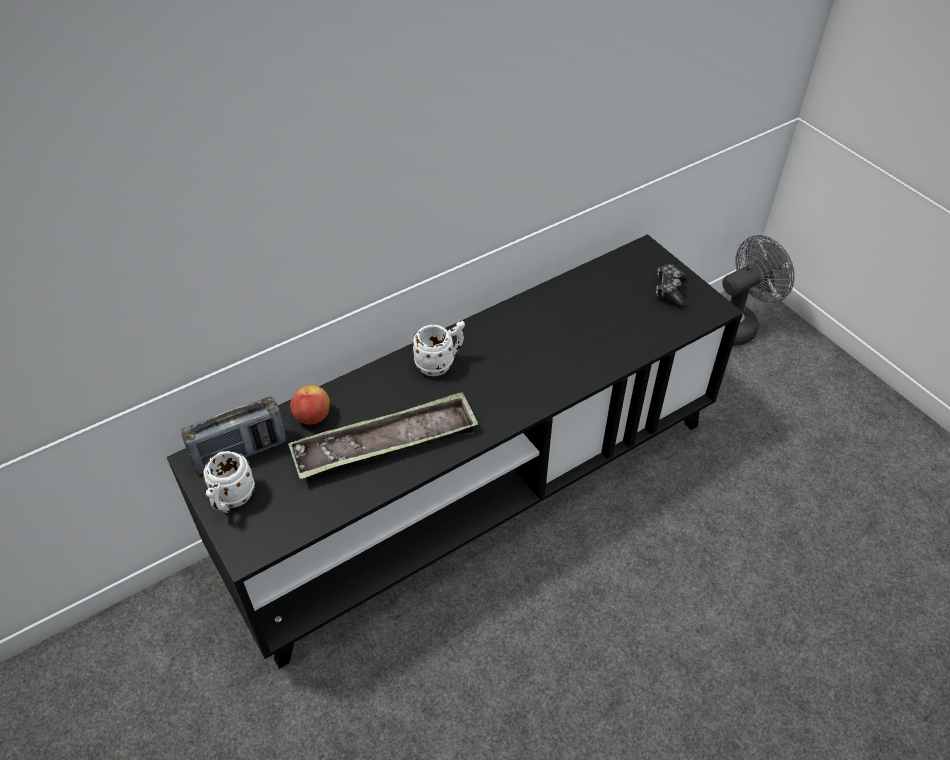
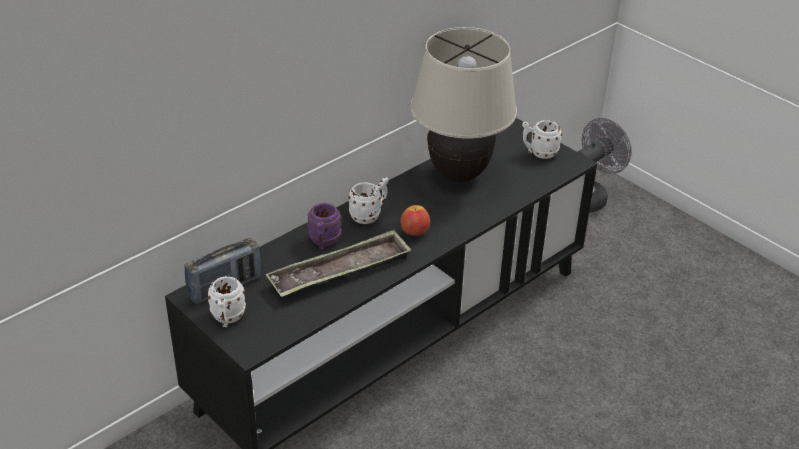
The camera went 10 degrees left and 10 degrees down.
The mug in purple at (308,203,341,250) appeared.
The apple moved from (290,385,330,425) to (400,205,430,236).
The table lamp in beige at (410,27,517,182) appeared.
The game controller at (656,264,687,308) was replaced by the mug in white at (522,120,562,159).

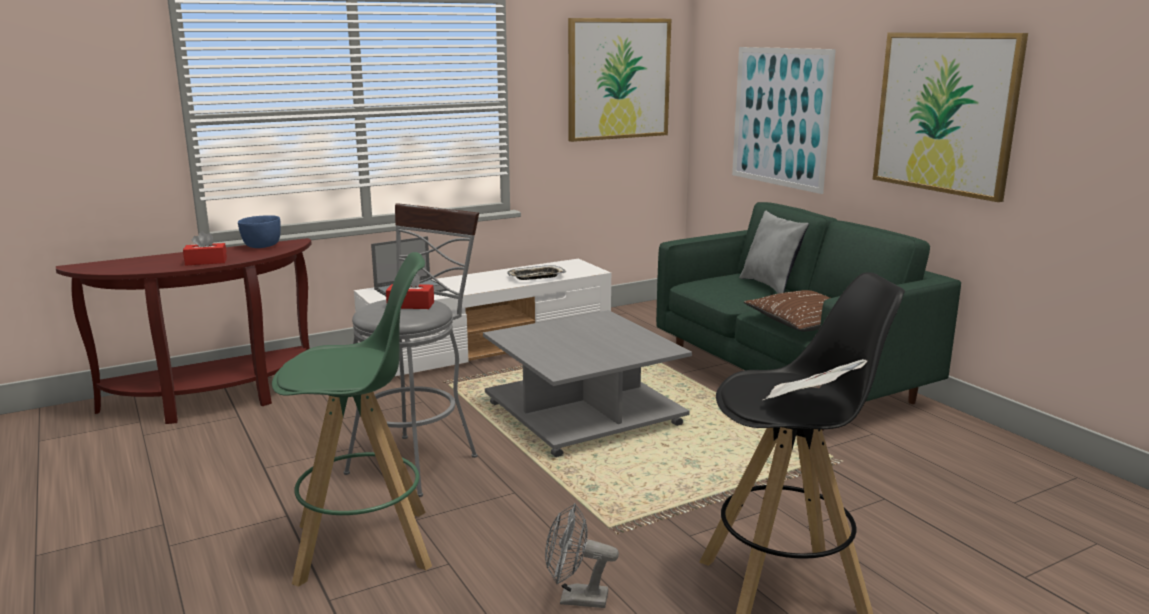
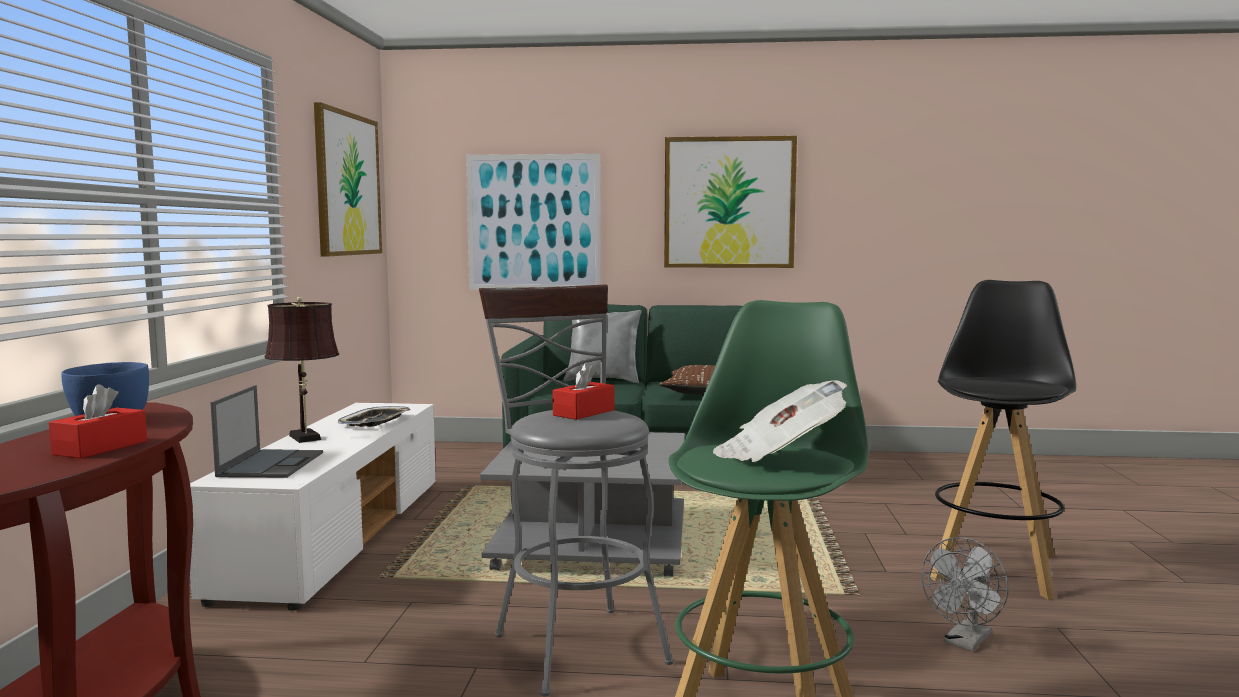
The camera went 55 degrees left and 10 degrees down.
The table lamp in brown at (265,297,339,443) appeared.
The newspaper moved from (763,359,867,400) to (713,380,847,462).

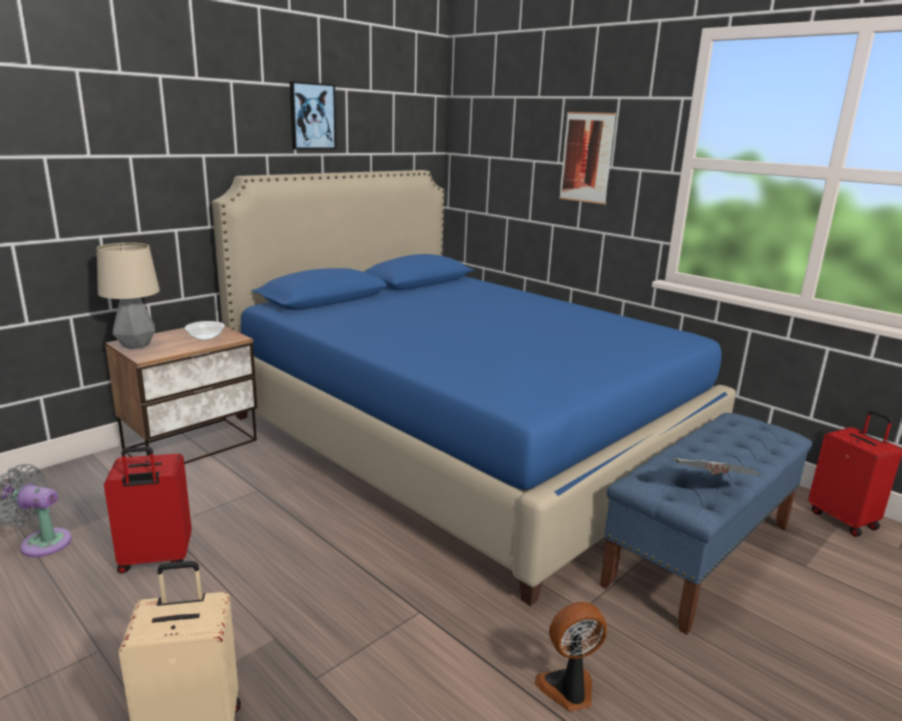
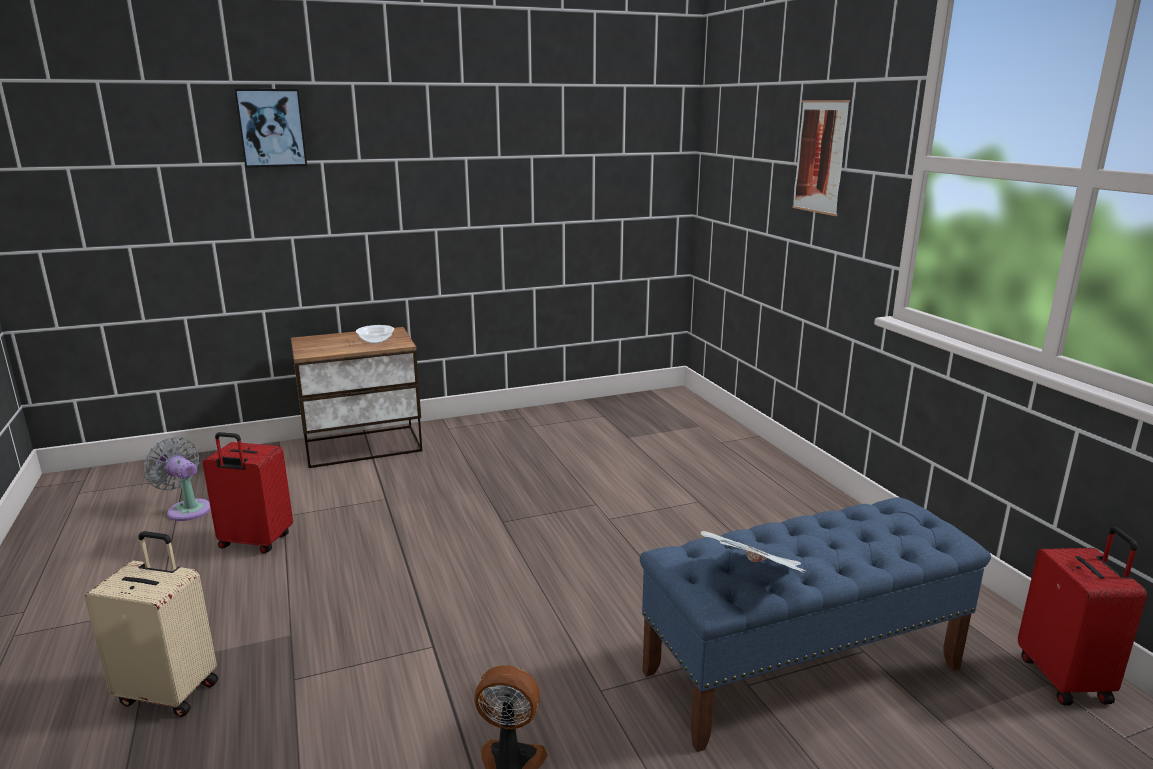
The camera went 25 degrees right and 0 degrees up.
The picture moved from (290,81,337,149) to (234,89,307,168).
The table lamp at (97,243,160,349) disappeared.
The bed in blue at (212,170,736,606) disappeared.

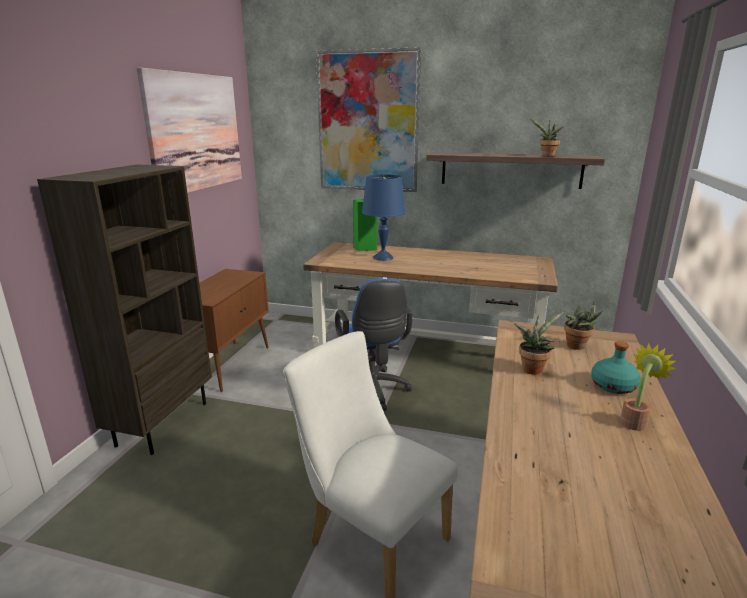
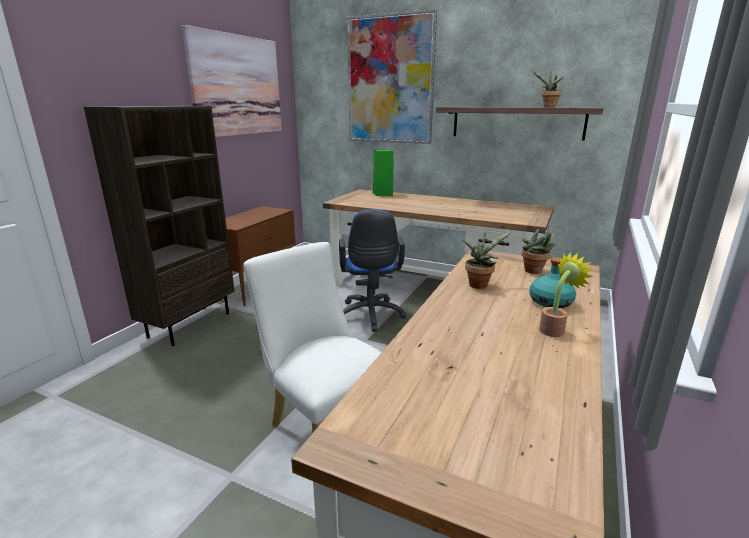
The camera went 10 degrees right and 0 degrees up.
The table lamp in blue at (362,174,405,261) disappeared.

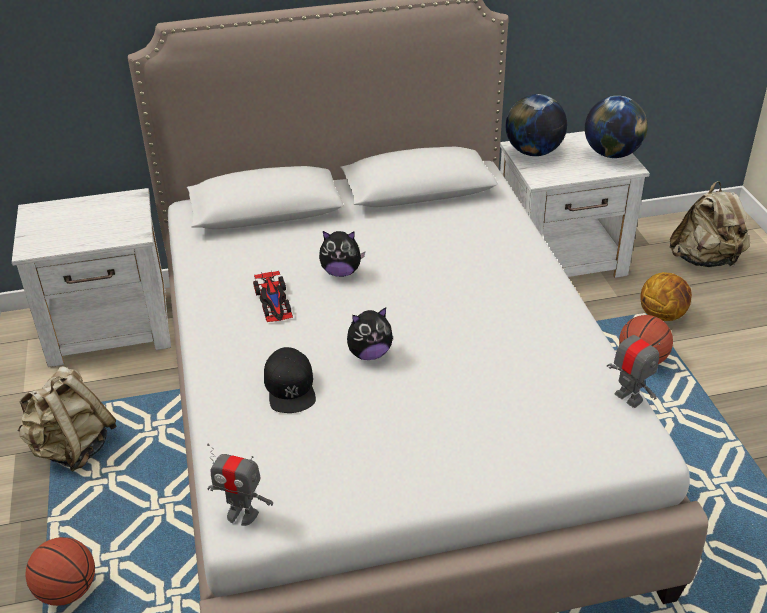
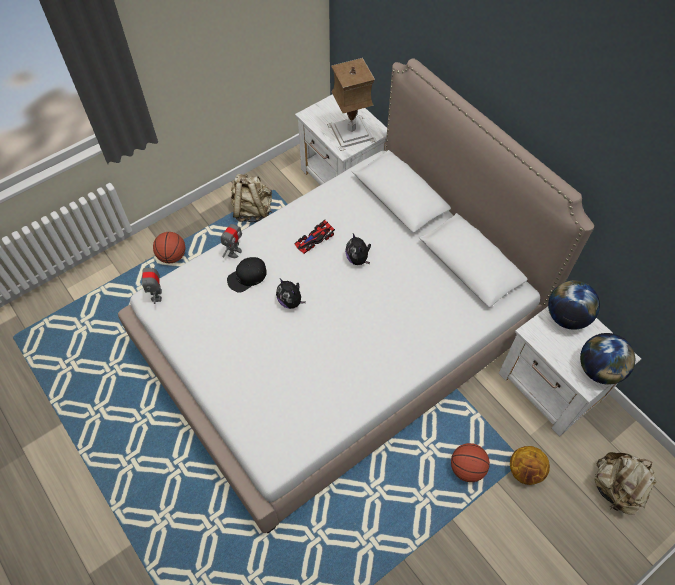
The camera went 65 degrees right and 20 degrees up.
The toy robot moved from (607,323,660,408) to (221,218,242,258).
The table lamp at (327,58,376,151) appeared.

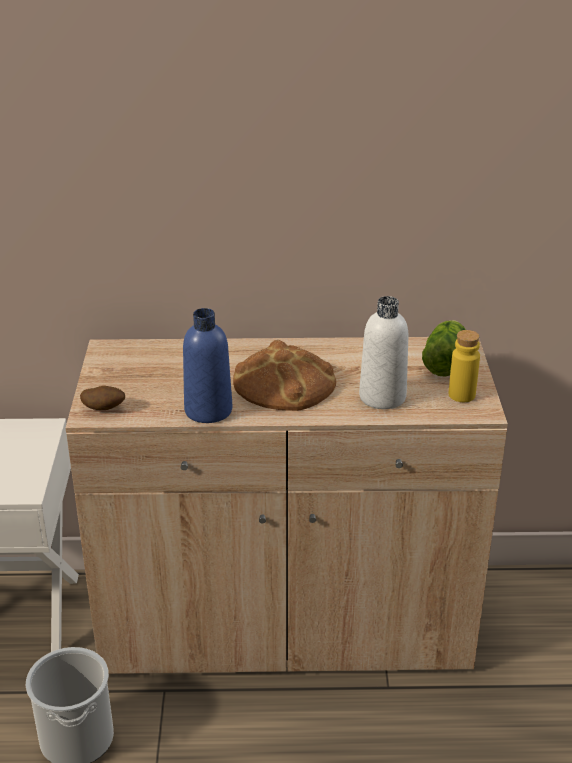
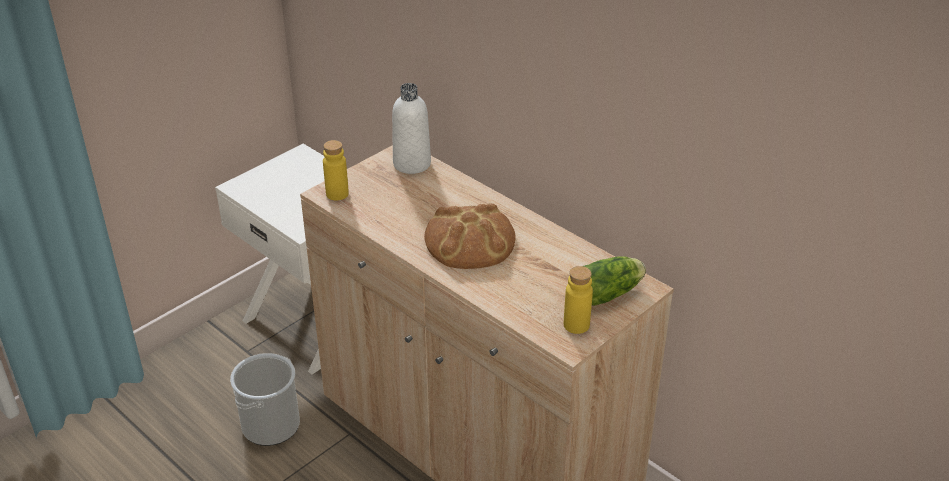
The camera went 45 degrees right and 5 degrees up.
The potato at (80,386,125,410) was replaced by the bottle in yellow at (323,140,349,201).
The bottle in white moved from (359,296,408,409) to (392,83,431,174).
The bottle in blue at (183,308,232,423) disappeared.

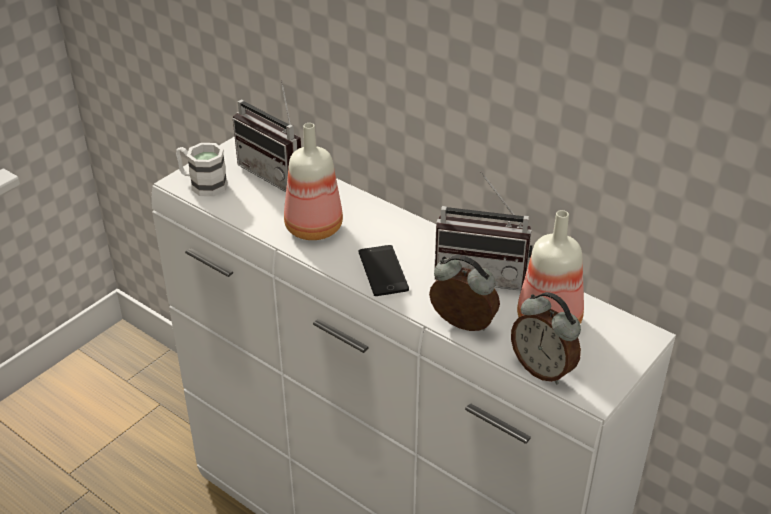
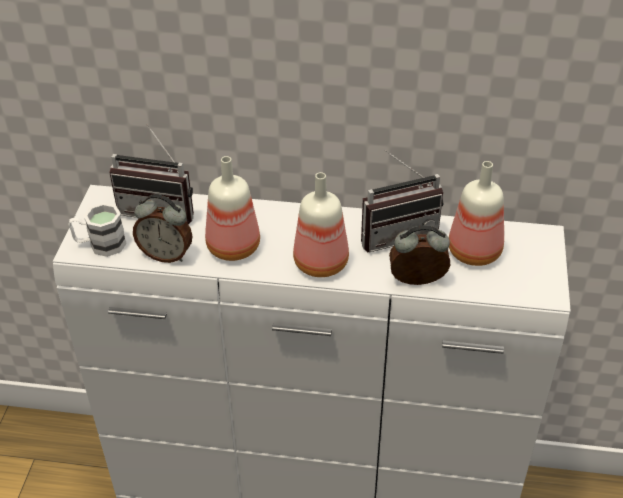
The camera went 30 degrees left and 5 degrees up.
The alarm clock moved from (511,292,581,384) to (133,194,192,263).
The phone at (359,245,409,296) was replaced by the bottle at (293,172,349,277).

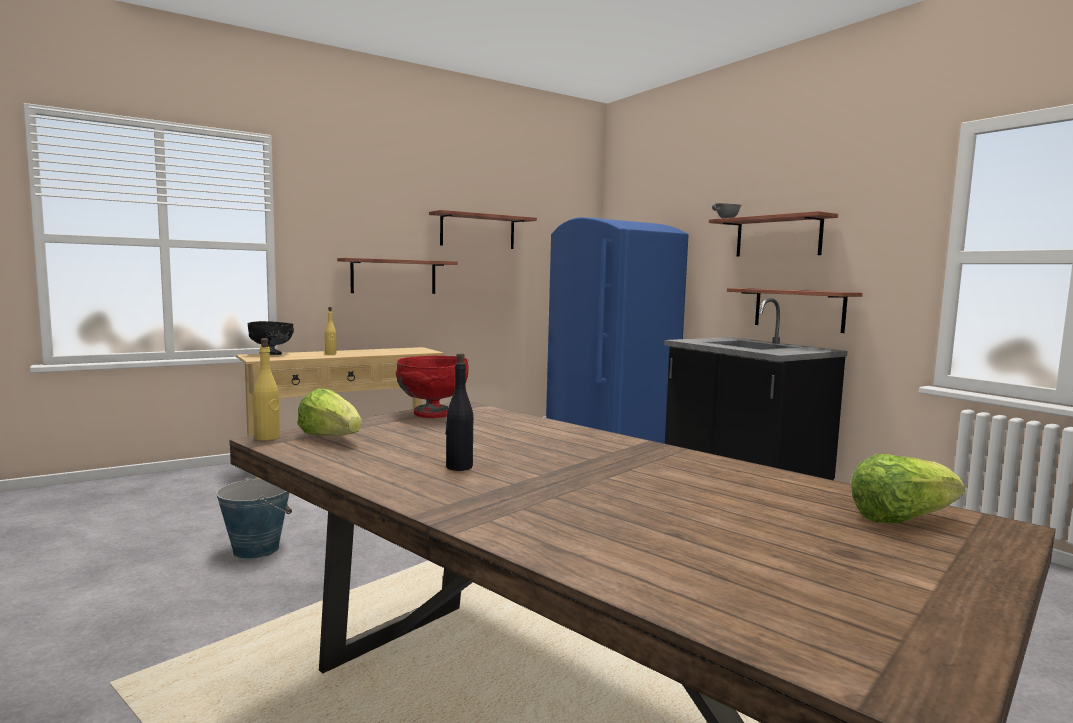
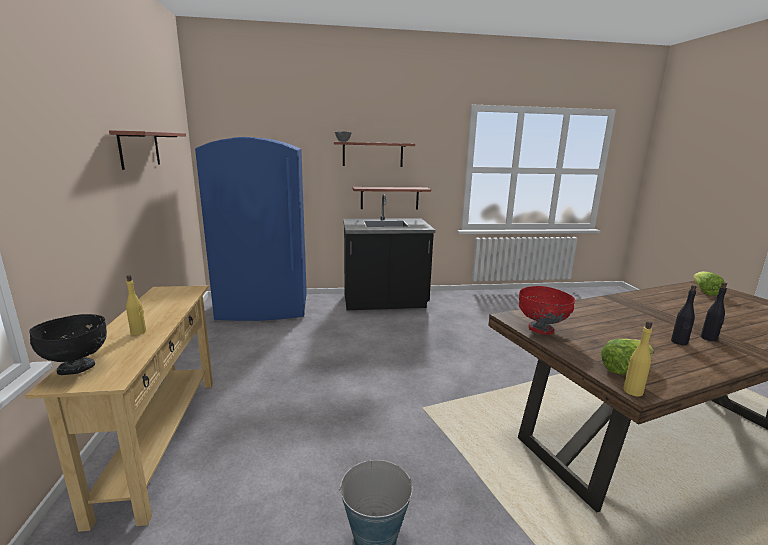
The camera went 65 degrees left and 10 degrees up.
The bottle in black at (701,282,727,341) appeared.
The shelf at (337,258,458,294) disappeared.

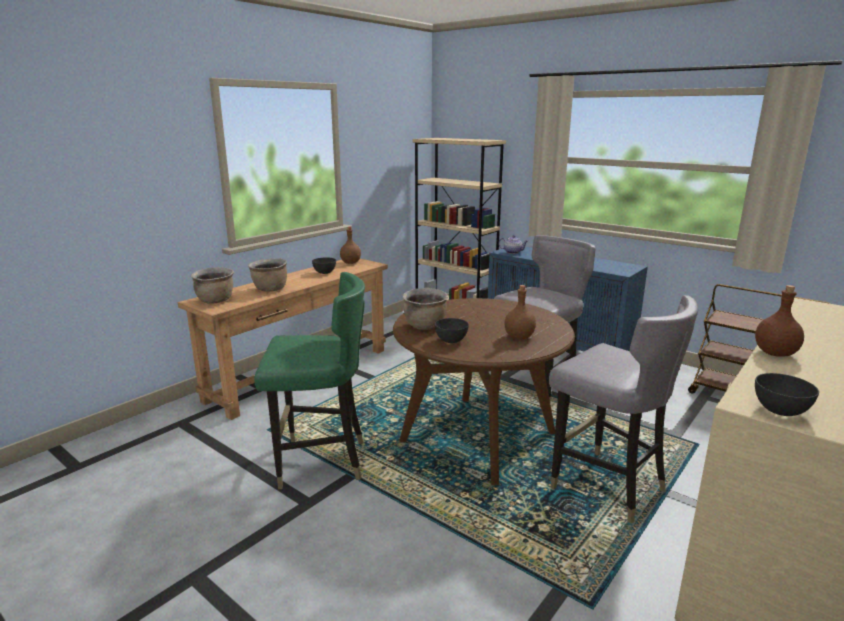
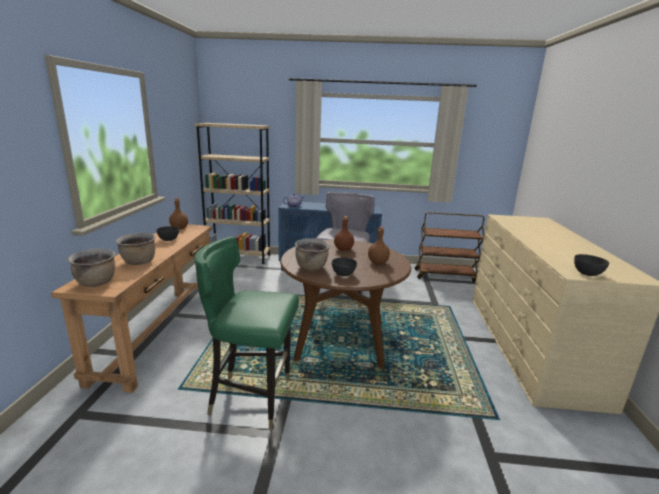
The camera went 35 degrees left and 0 degrees up.
The chair in green at (254,272,365,489) turned 135 degrees counterclockwise.
The bottle in brown moved from (755,285,804,357) to (334,216,354,251).
The chair in grey at (549,295,698,523) disappeared.

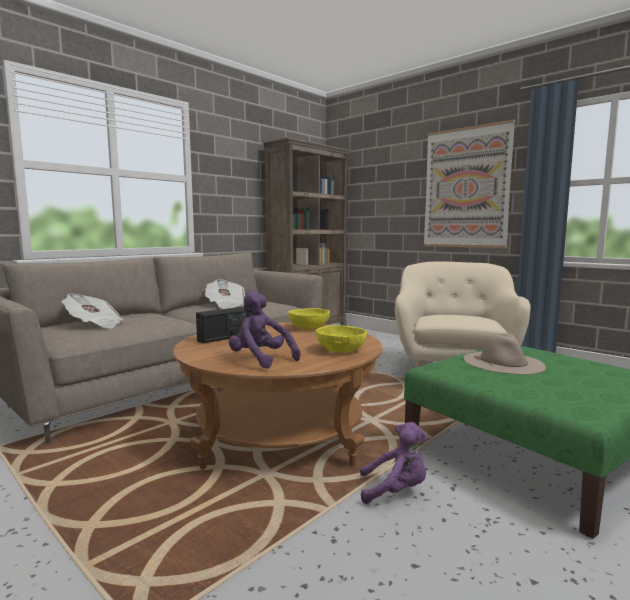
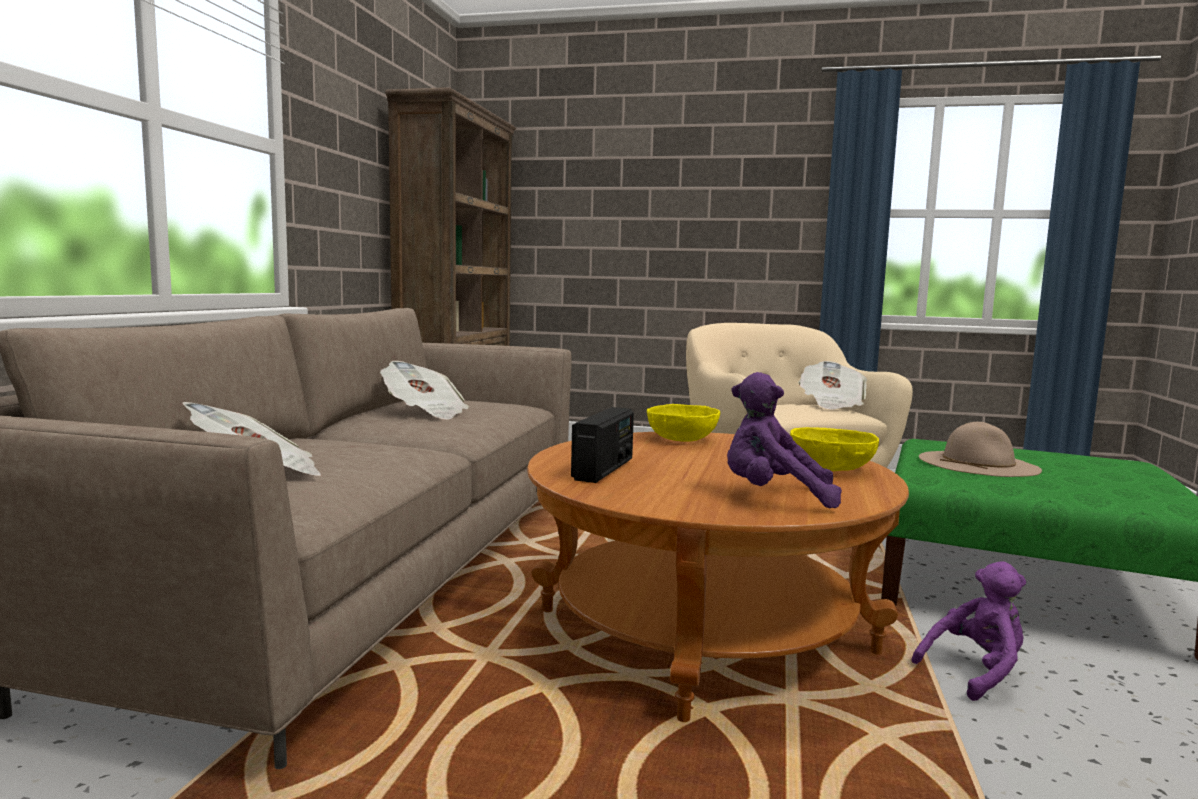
The camera went 30 degrees left and 0 degrees up.
The newspaper at (798,361,867,409) appeared.
The picture at (424,119,515,248) disappeared.

